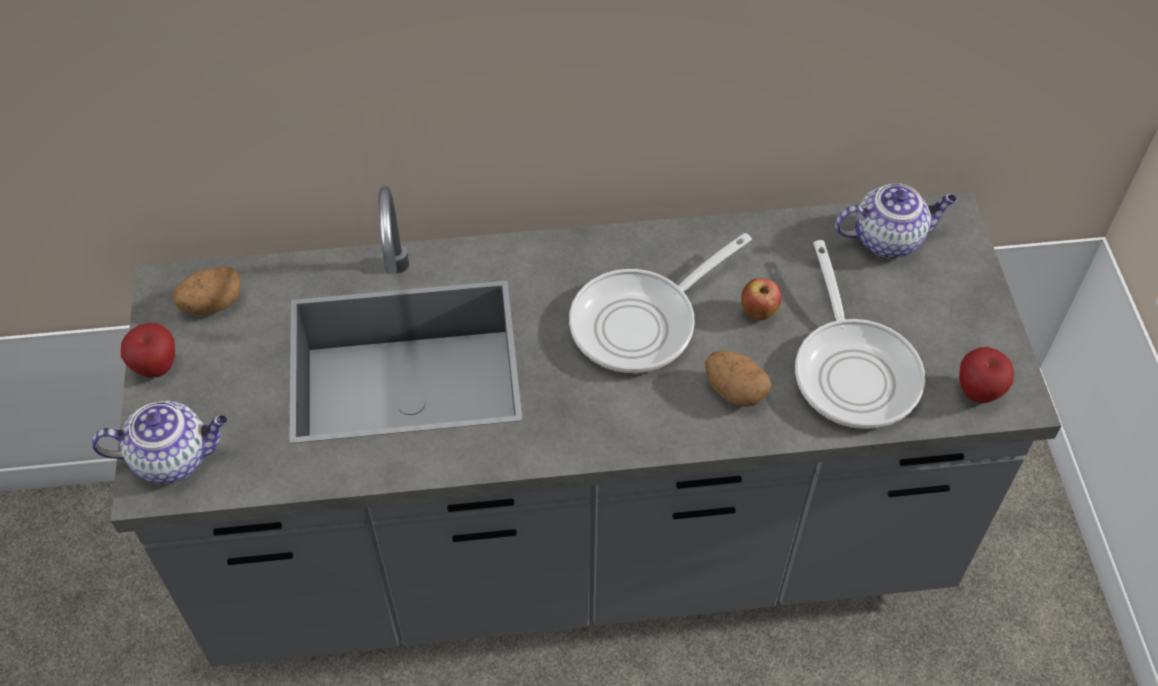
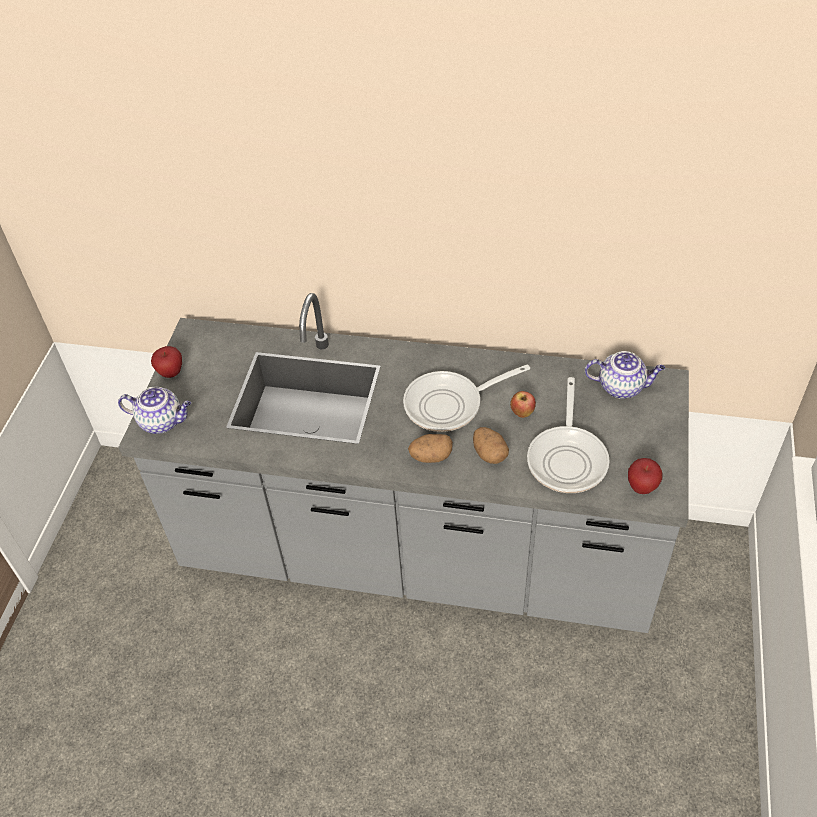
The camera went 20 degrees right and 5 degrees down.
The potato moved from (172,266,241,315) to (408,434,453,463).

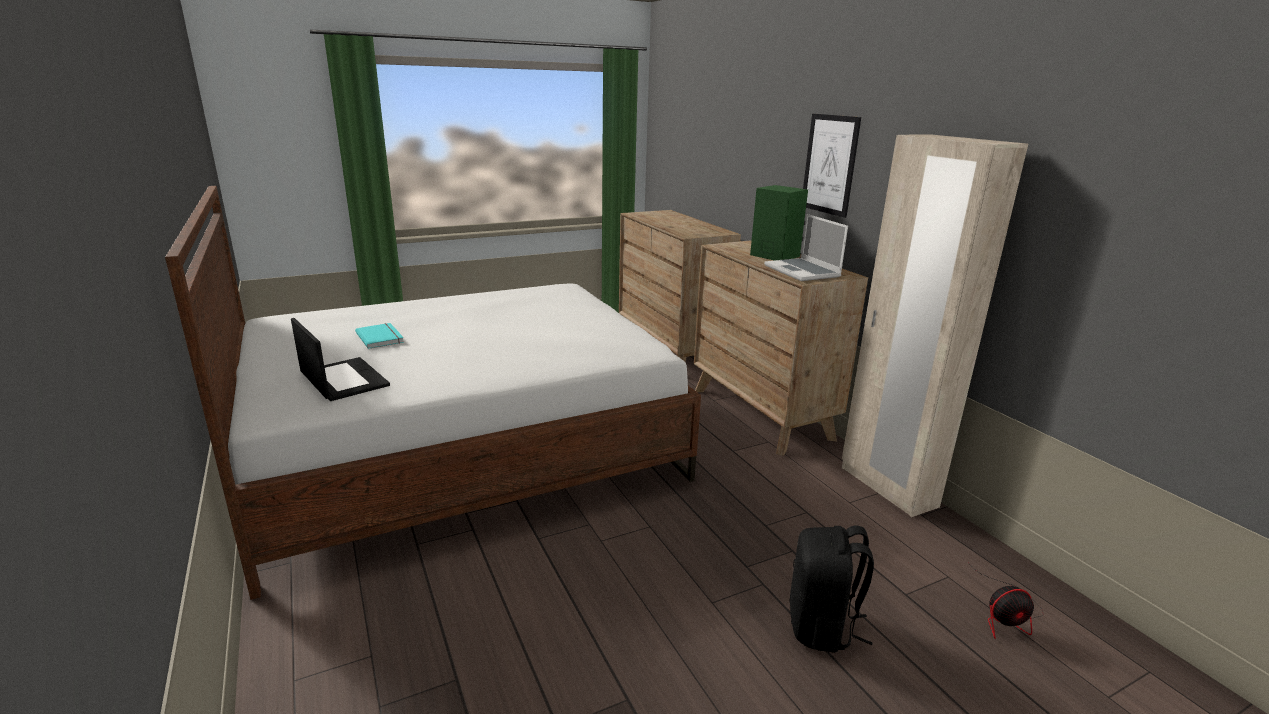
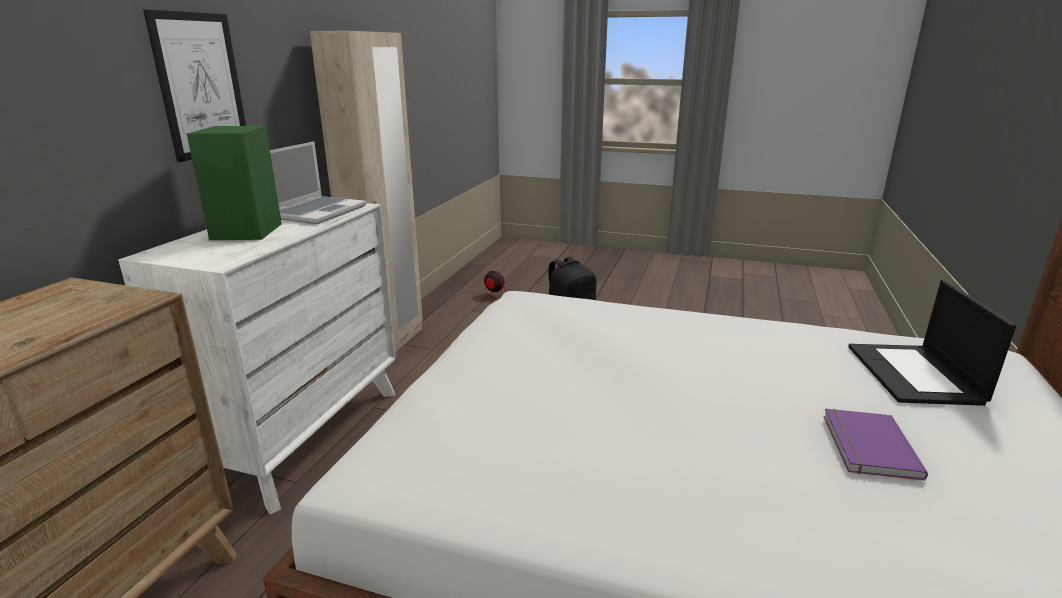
The camera went 135 degrees left and 0 degrees up.
The dresser in brown at (694,240,868,456) became the dresser in white at (118,203,396,514).
The book in turquoise at (355,323,404,349) became the book in purple at (823,409,928,481).

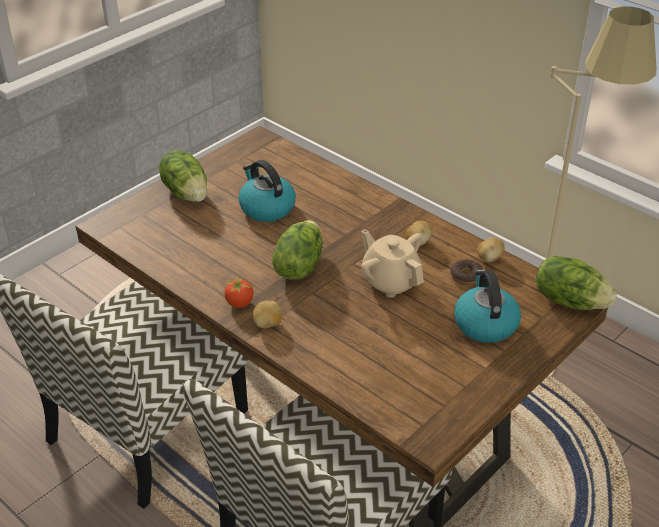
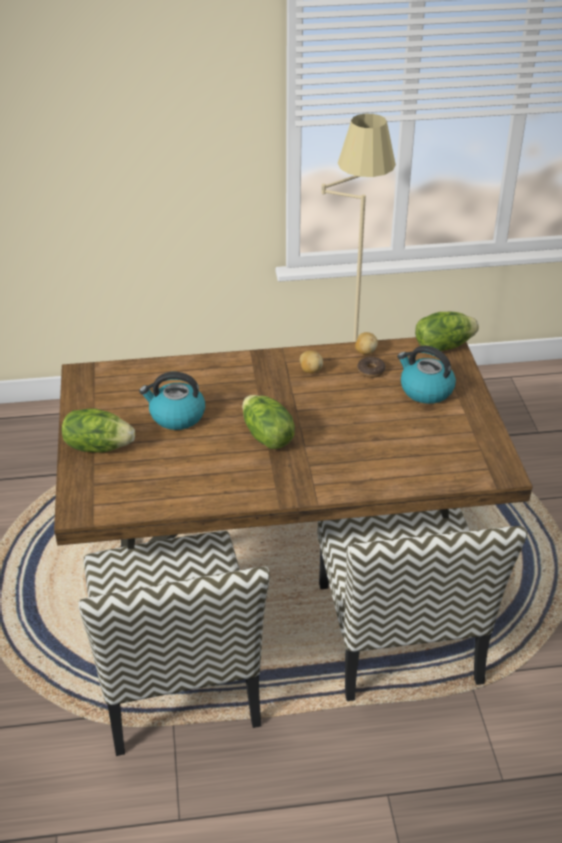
The camera went 50 degrees left and 0 degrees up.
The tomato at (225,278,253,308) disappeared.
The potato at (253,301,282,329) disappeared.
The teapot in beige at (361,229,424,298) disappeared.

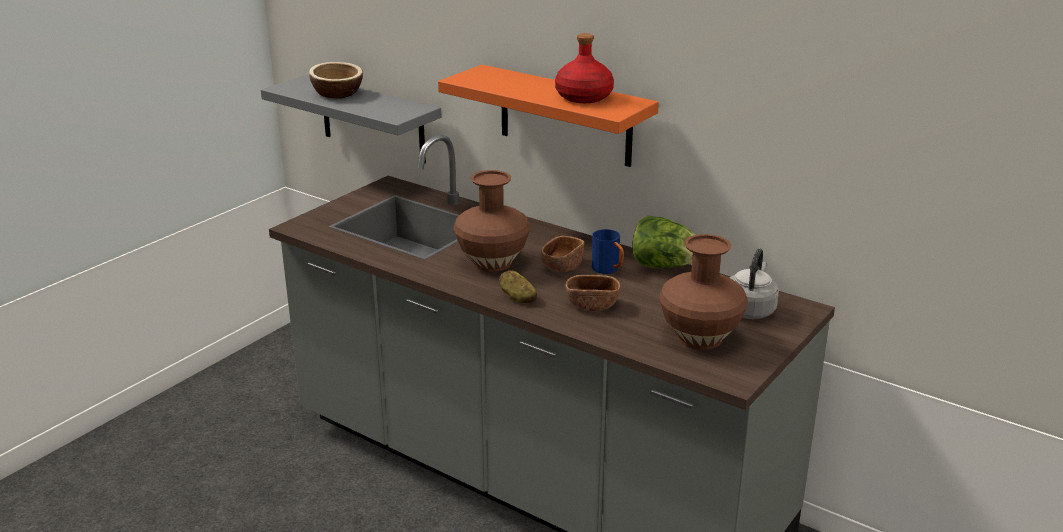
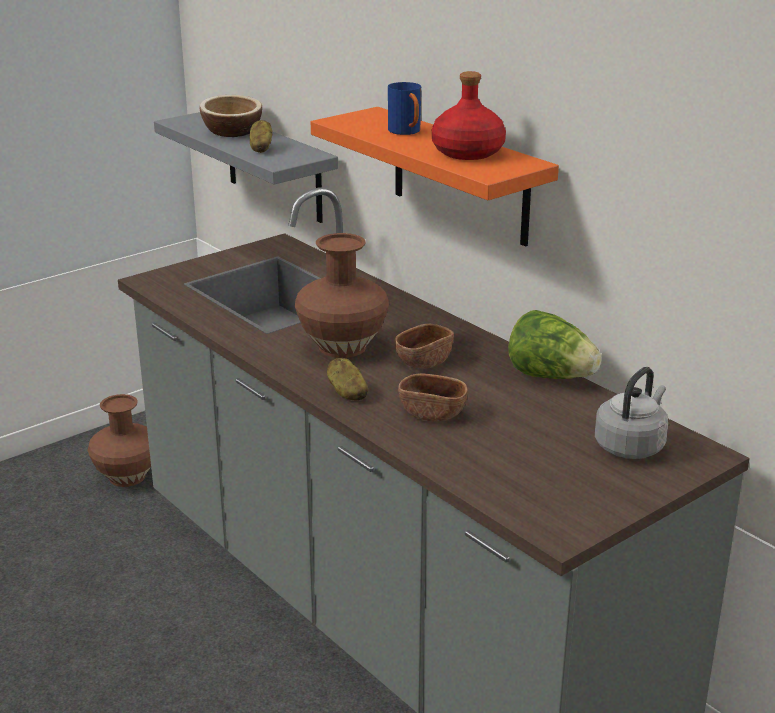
The camera went 15 degrees right and 0 degrees up.
The vase in brown moved from (659,234,748,350) to (87,394,151,487).
The potato at (249,120,273,153) appeared.
The mug in blue moved from (592,229,624,274) to (388,82,421,135).

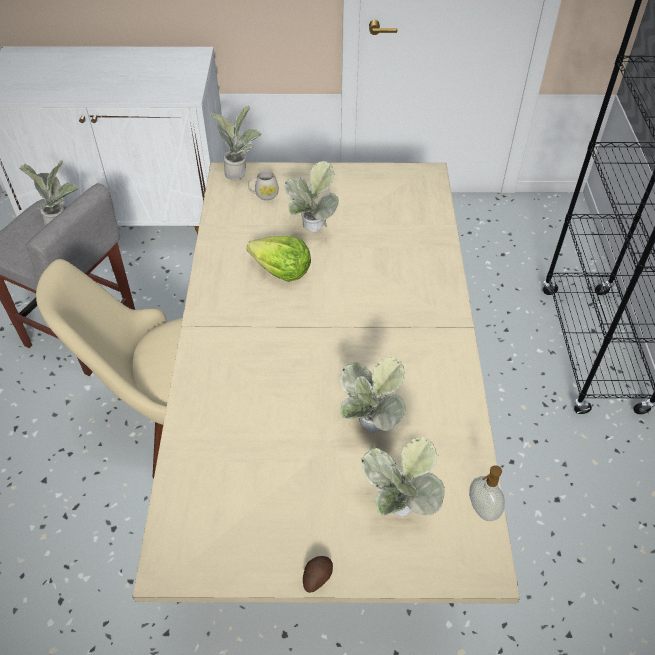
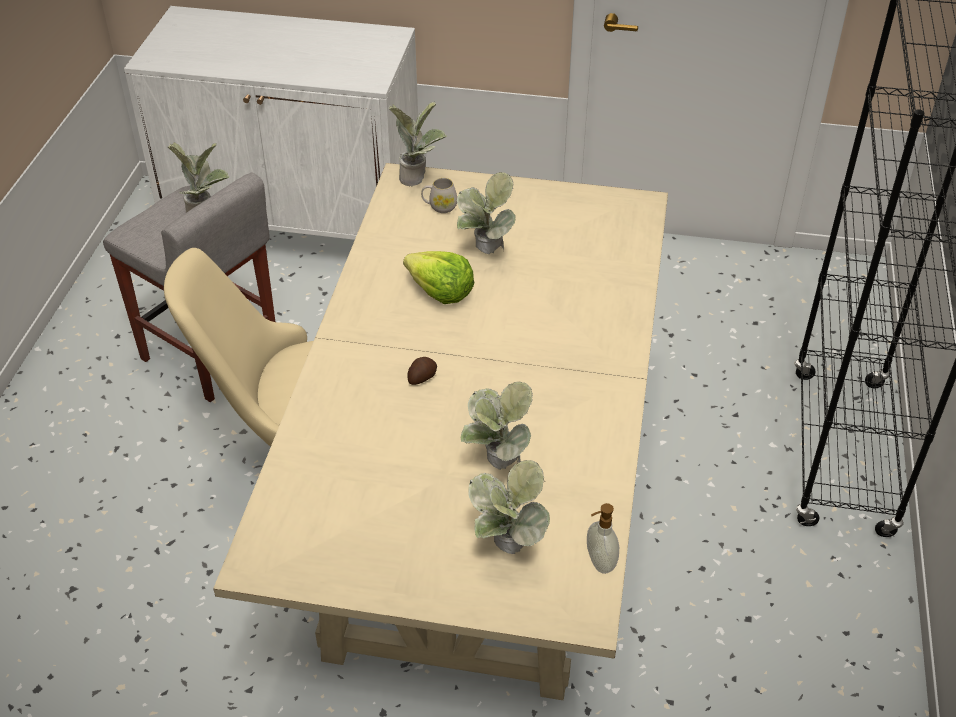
The camera went 10 degrees right and 5 degrees down.
The potato moved from (303,556,333,593) to (407,357,437,385).

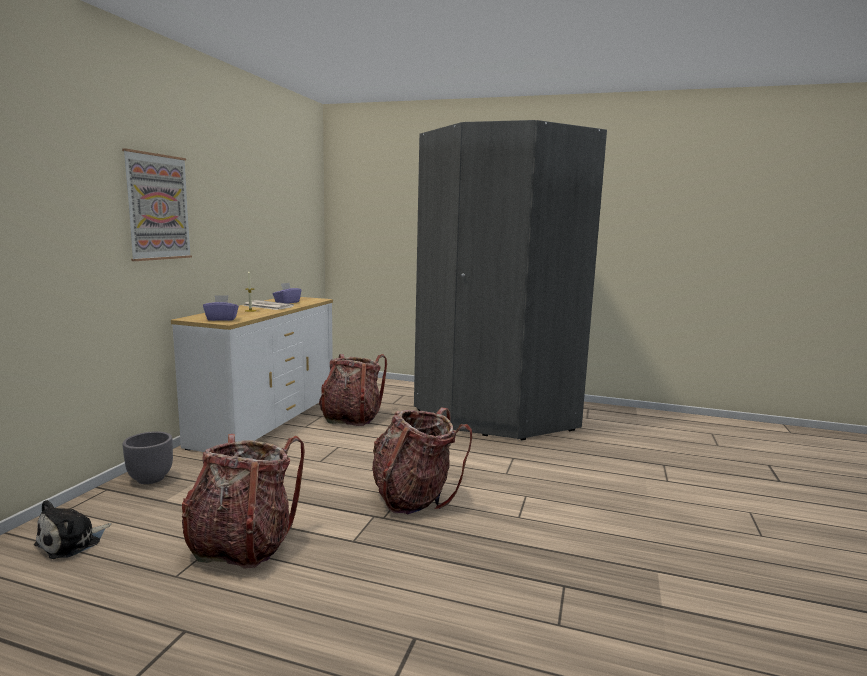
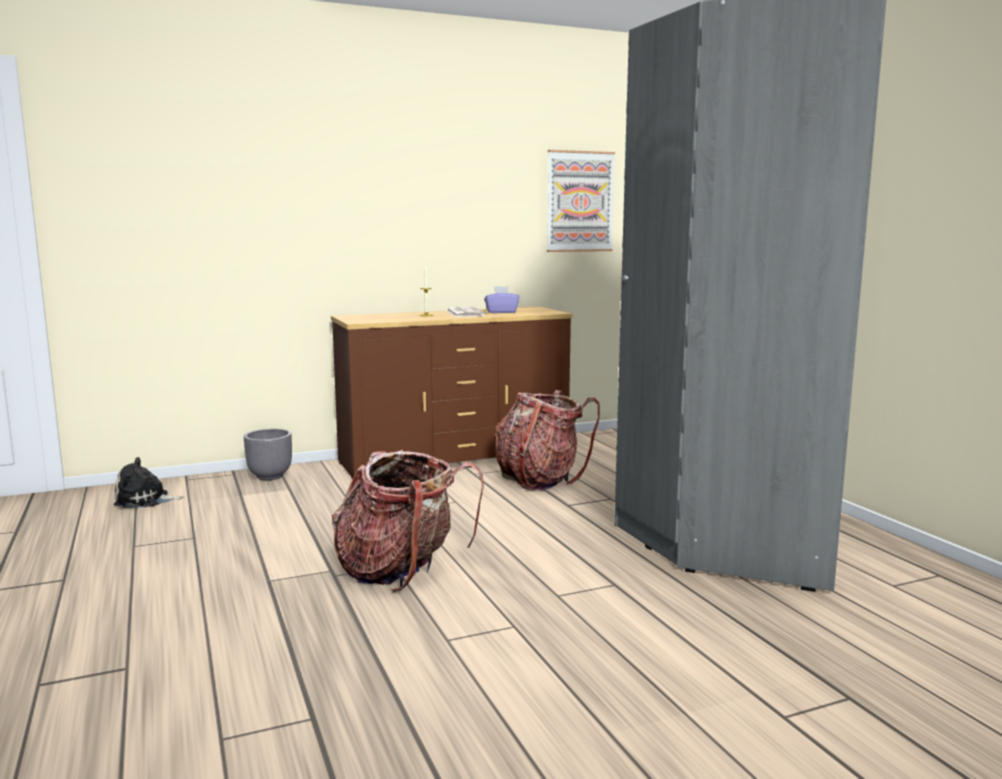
The camera went 50 degrees right and 0 degrees up.
The dresser in white at (171,297,333,452) became the dresser in brown at (331,307,572,479).
The picture moved from (122,149,192,261) to (547,150,615,252).
The backpack at (182,434,305,569) disappeared.
The tissue box in purple at (203,295,239,321) disappeared.

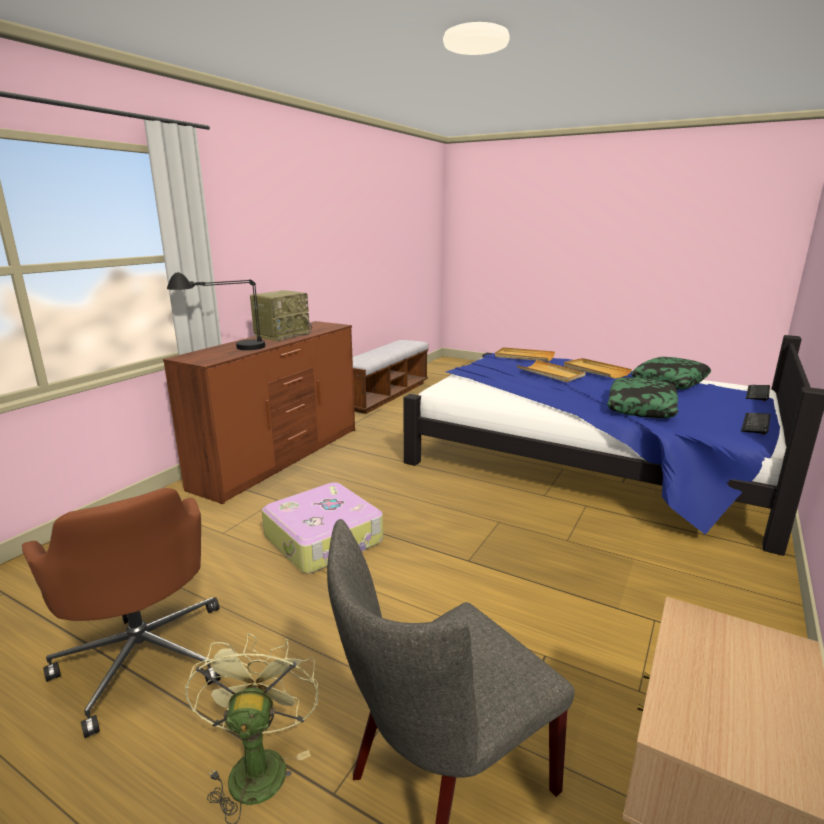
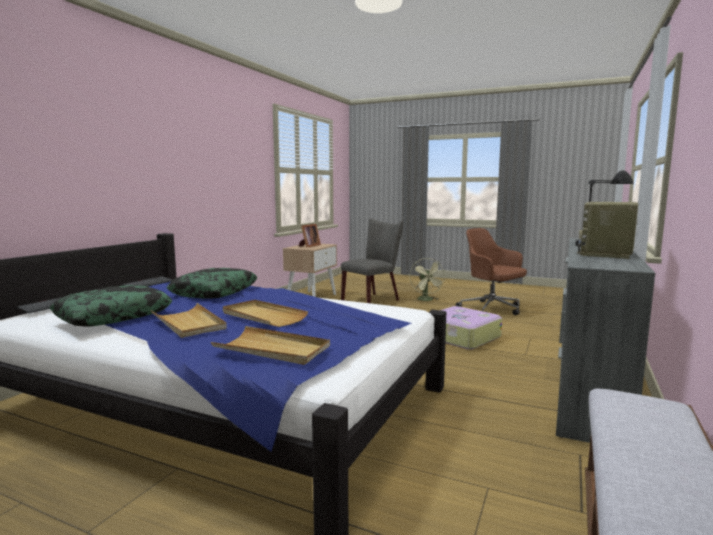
The camera went 175 degrees right and 10 degrees down.
The picture frame at (299,224,321,247) appeared.
The dresser in brown at (163,321,355,504) became the dresser in grey at (556,238,655,443).

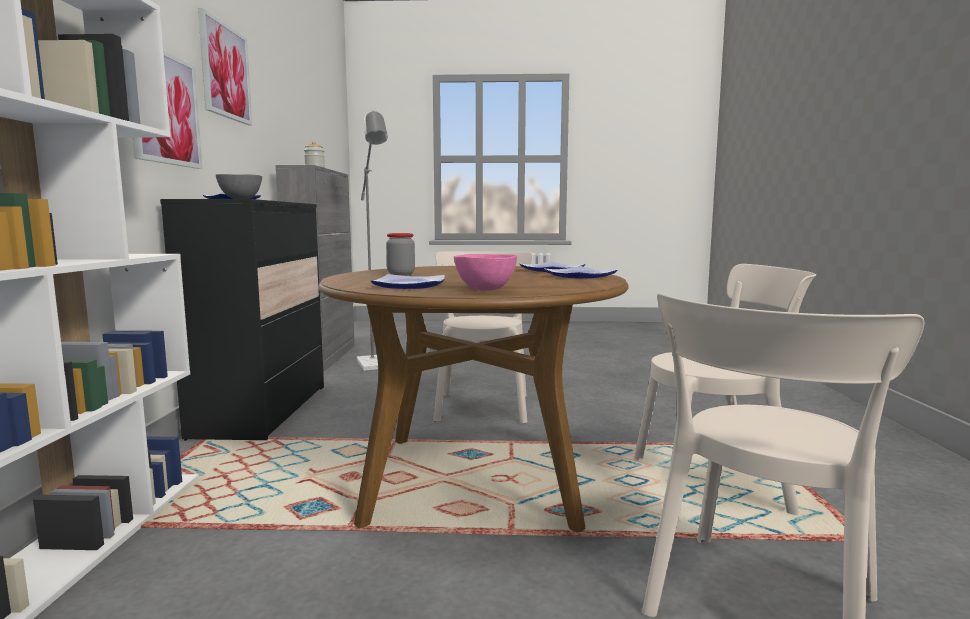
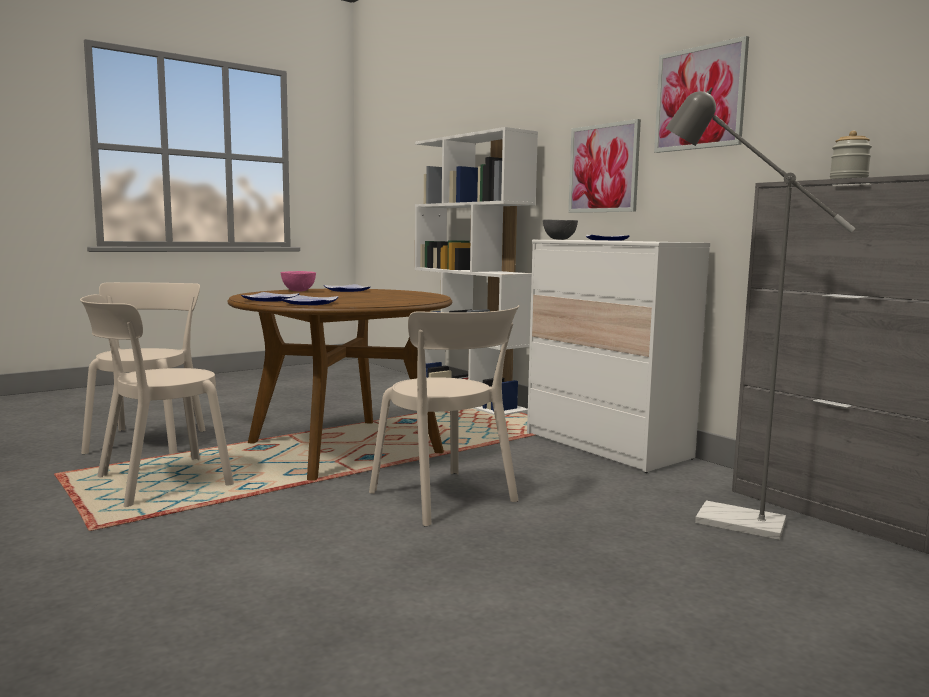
The camera went 140 degrees right and 0 degrees up.
The dresser in black at (160,199,324,441) became the dresser in white at (527,240,710,473).
The jar at (386,233,415,275) disappeared.

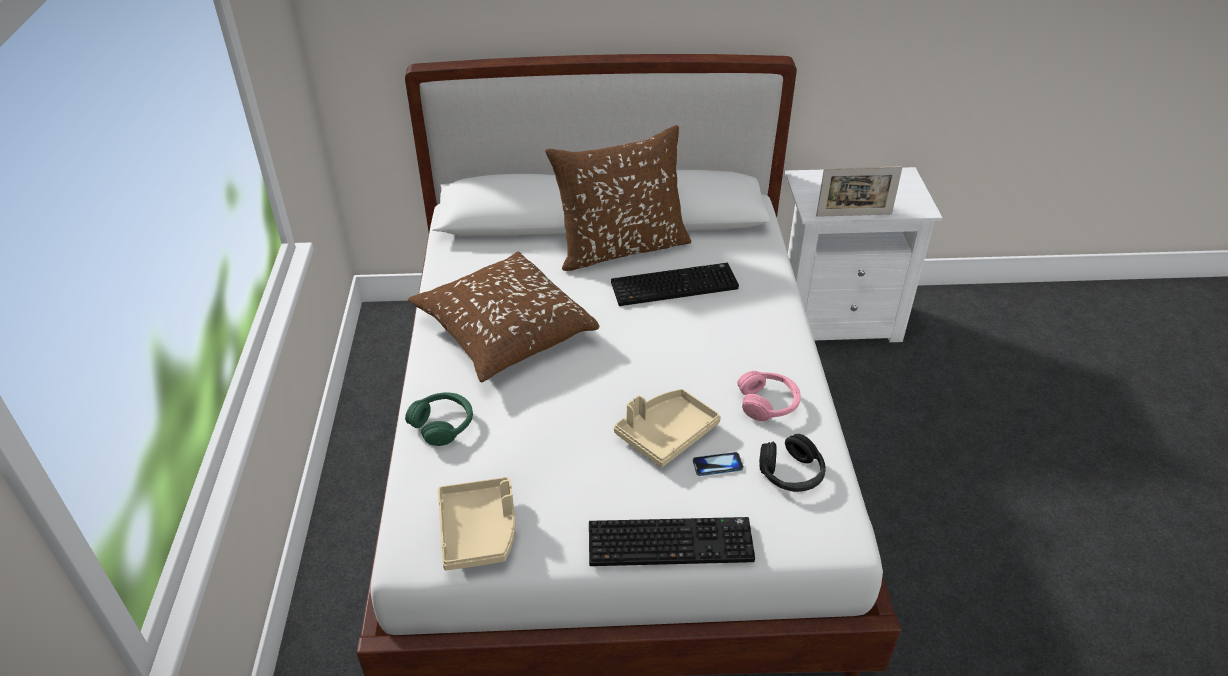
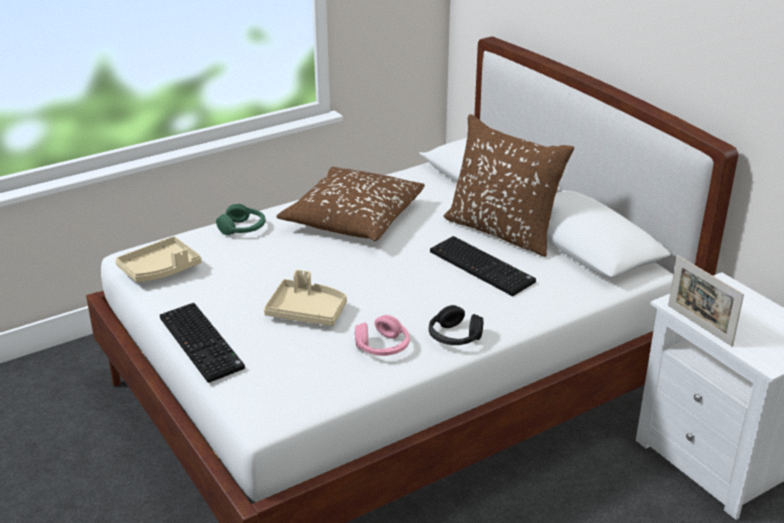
The camera went 60 degrees right and 10 degrees down.
The headphones in black moved from (759,434,825,492) to (429,305,483,345).
The phone at (693,452,744,476) disappeared.

